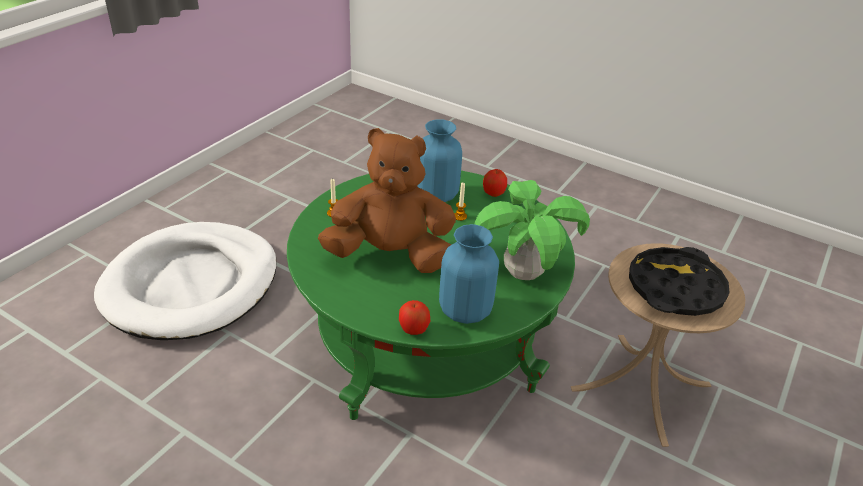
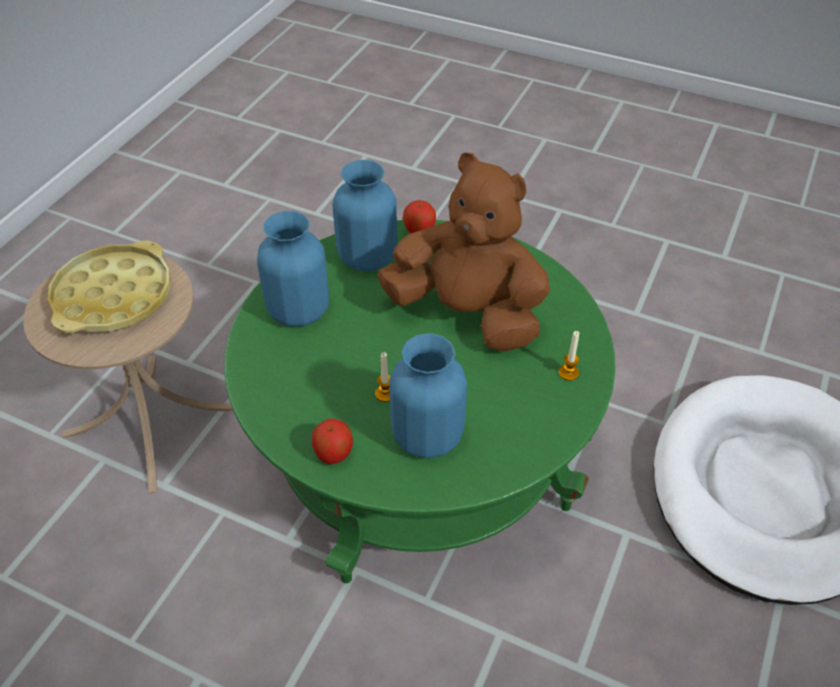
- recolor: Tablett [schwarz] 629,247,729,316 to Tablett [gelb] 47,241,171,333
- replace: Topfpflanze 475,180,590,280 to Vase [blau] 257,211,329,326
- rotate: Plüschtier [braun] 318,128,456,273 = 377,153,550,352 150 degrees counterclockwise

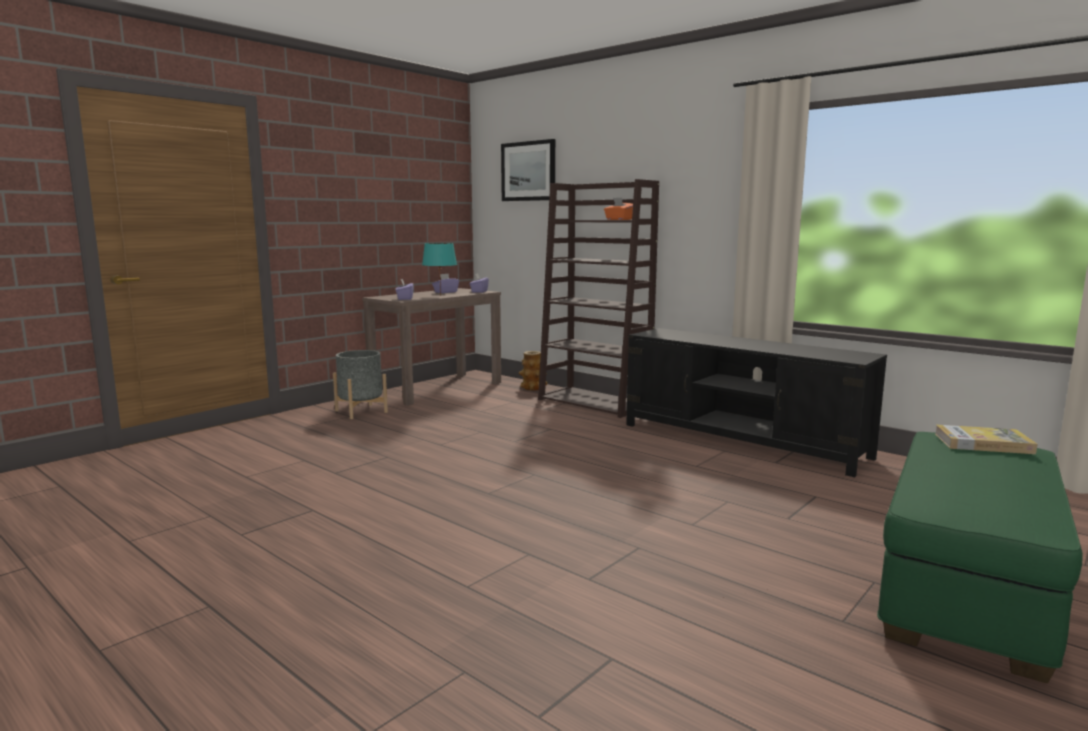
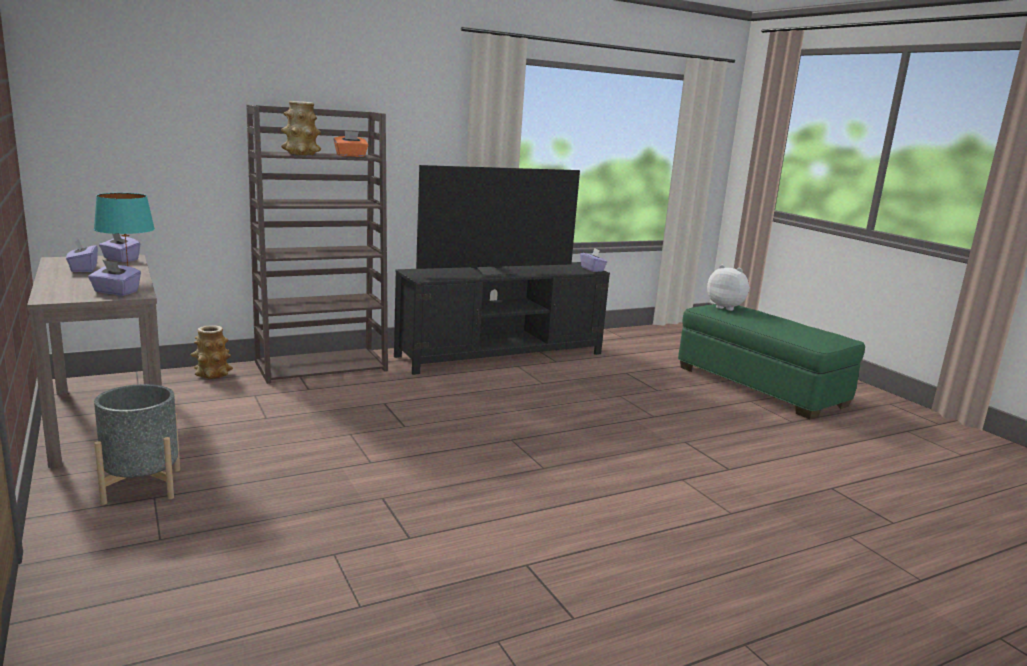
- insert: Vase 281,101,321,155
- insert: Fernseher 416,165,580,275
- insert: Taschentuchbox [lila] 580,248,607,272
- replace: Buch 935,425,1038,454 to Plüschtier 707,265,750,311
- delete: Bild 501,139,555,201

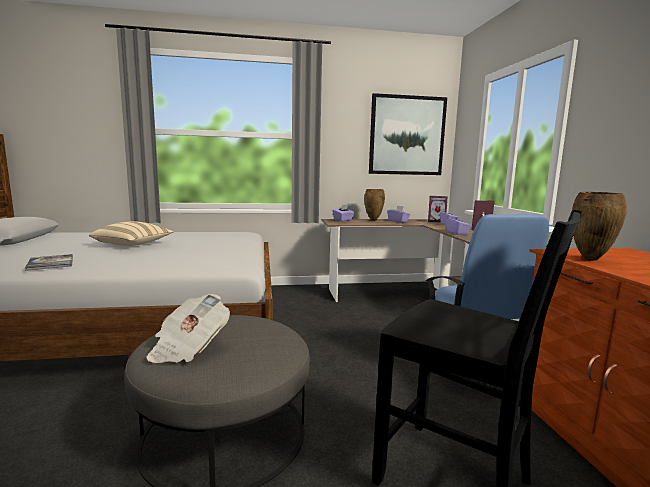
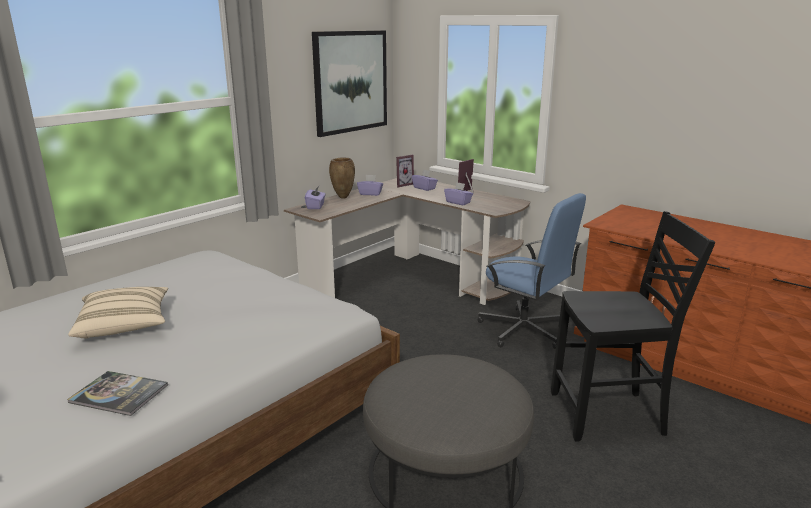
- delete: Zeitung 146,294,230,363
- delete: Vase [braun] 572,192,627,261

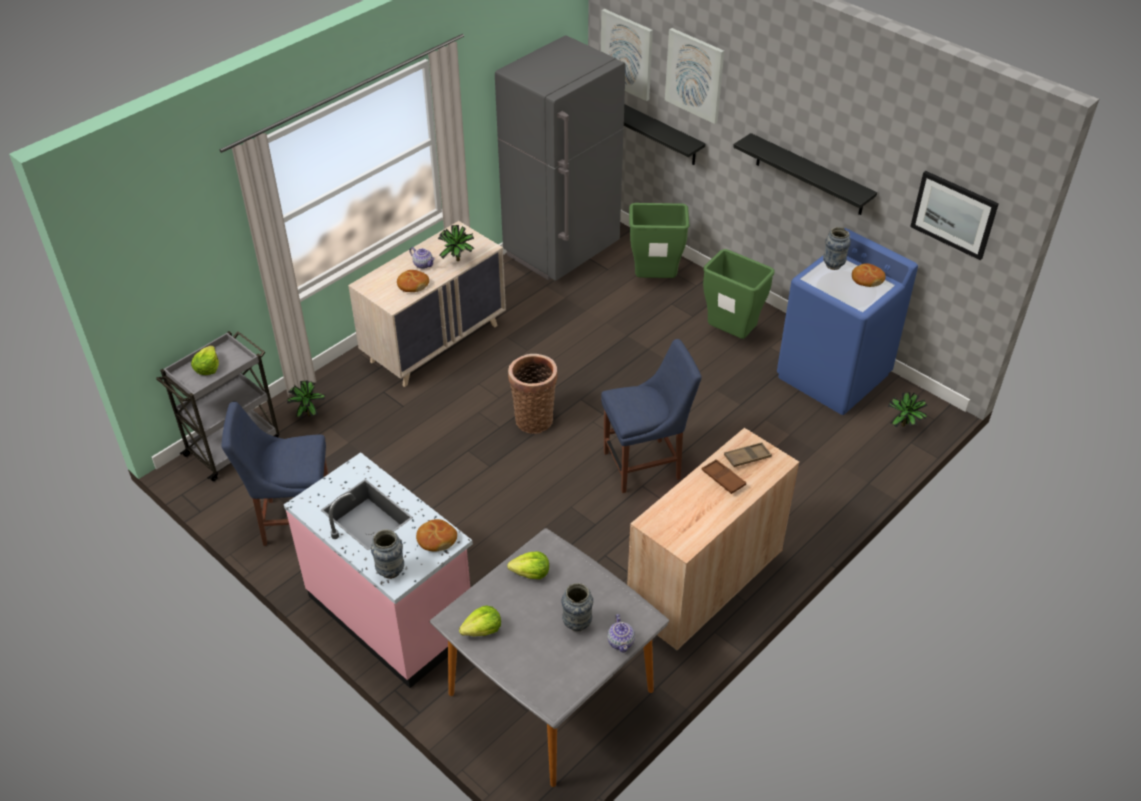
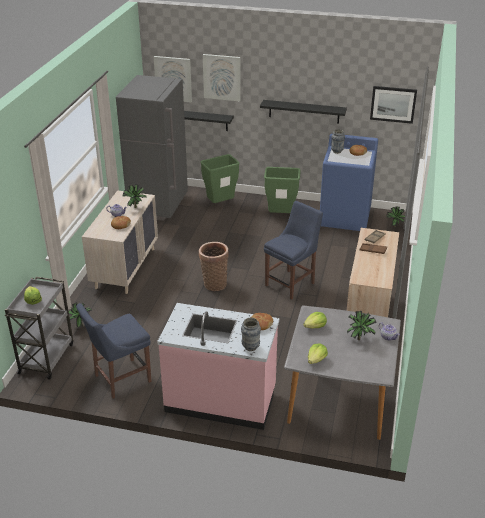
- replace: Vase 562,583,593,632 to Topfpflanze 347,311,377,340

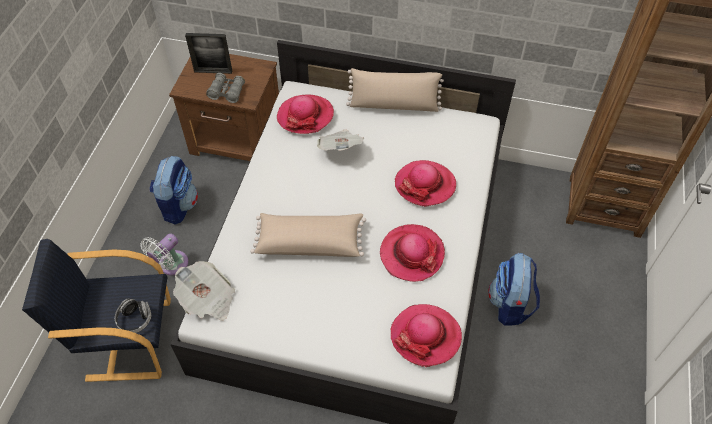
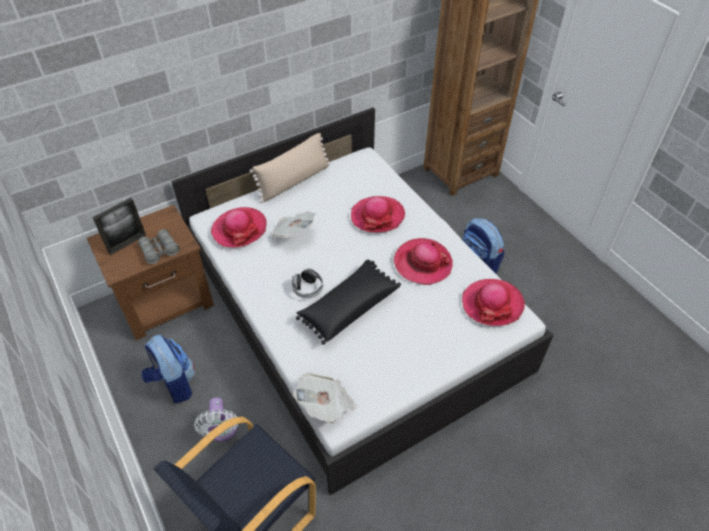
- move: Kopfhörer 115,298,151,333 to 292,268,323,298
- recolor: Kissen [beige] 250,213,366,257 to Kissen [schwarz] 296,260,401,345

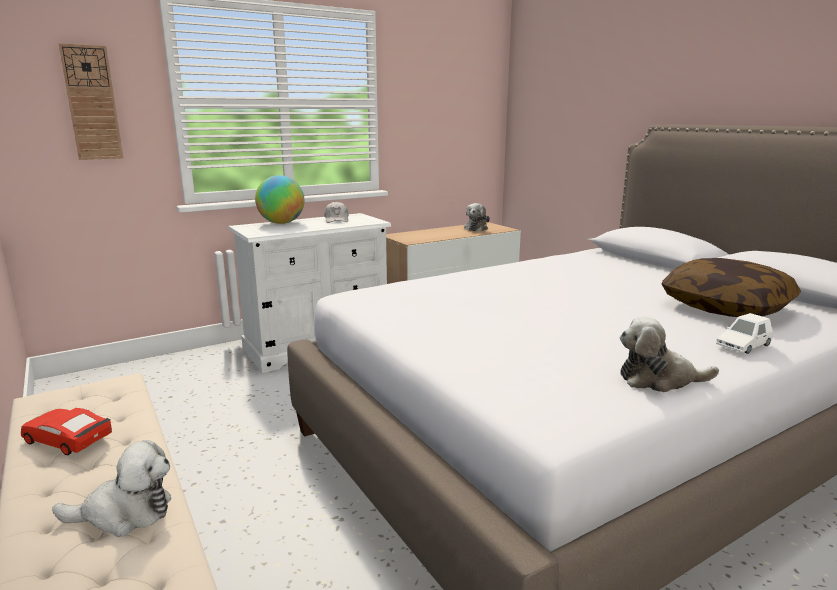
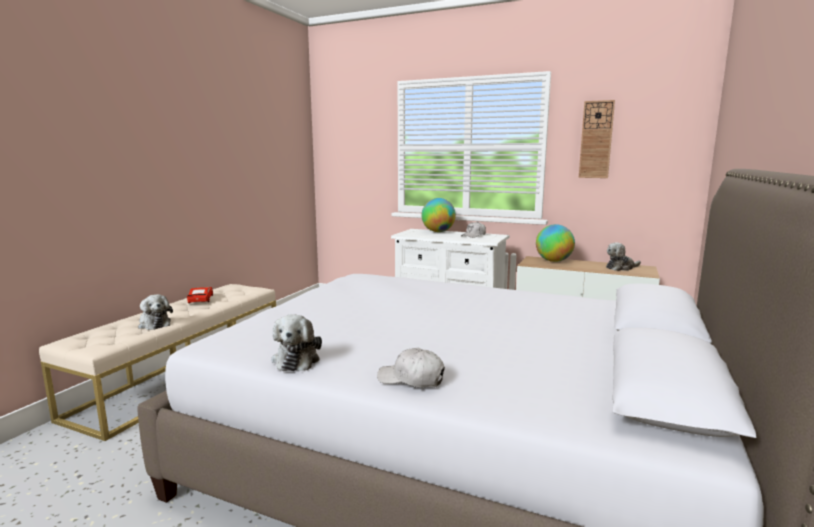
- rotate: Plüschtier 620,317,719,392 = 271,314,322,371 150 degrees counterclockwise
- replace: Spielzeugauto [weiß] 716,313,773,354 to Kappe [weiß] 377,348,445,388
- insert: Globus 536,224,575,262
- move: Wanduhr 59,43,123,160 to 579,100,615,178
- delete: Kissen 662,258,801,317

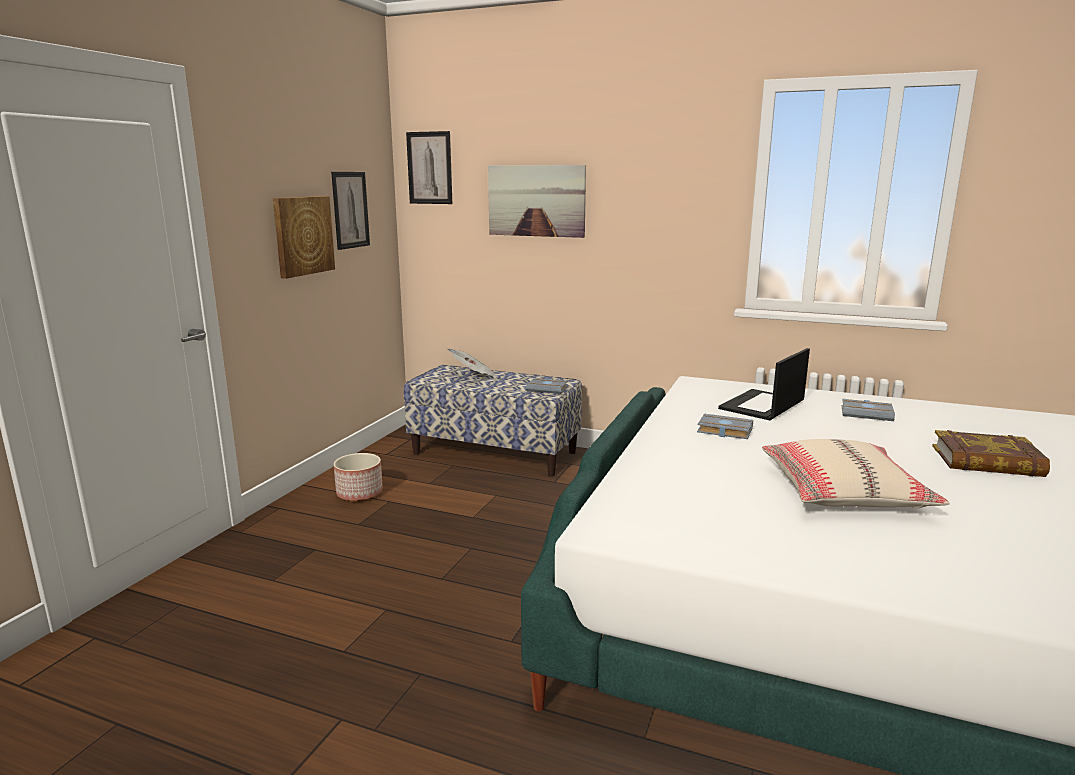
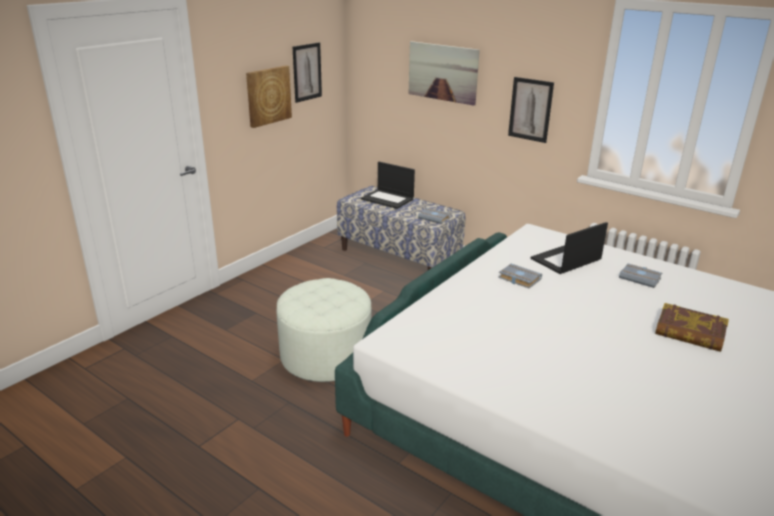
- insert: Polsterhocker [weiß] 277,278,372,382
- replace: Zeitung 446,348,498,377 to Laptop 361,162,415,209
- move: Bild 406,131,452,204 to 508,77,554,143
- delete: Pflanzkübel 334,453,383,502
- delete: Kissen [beige] 762,439,950,508

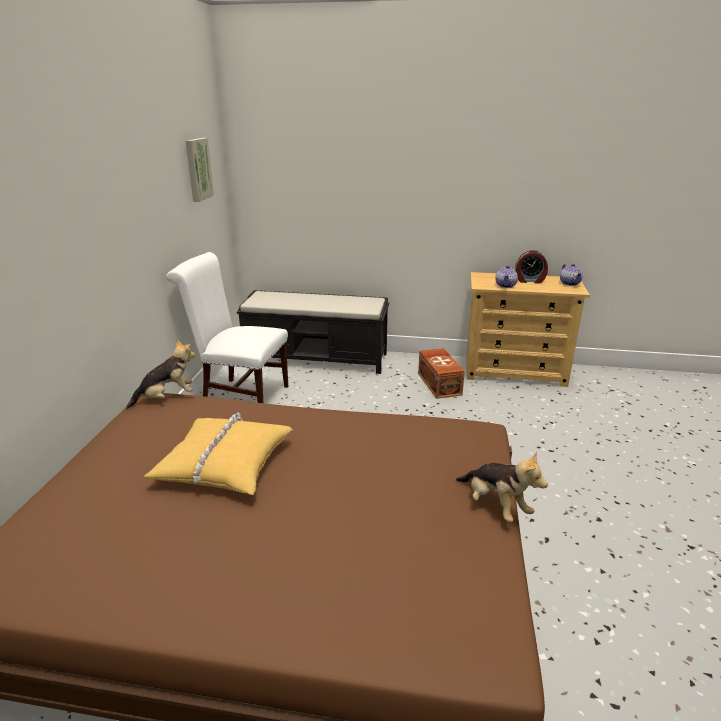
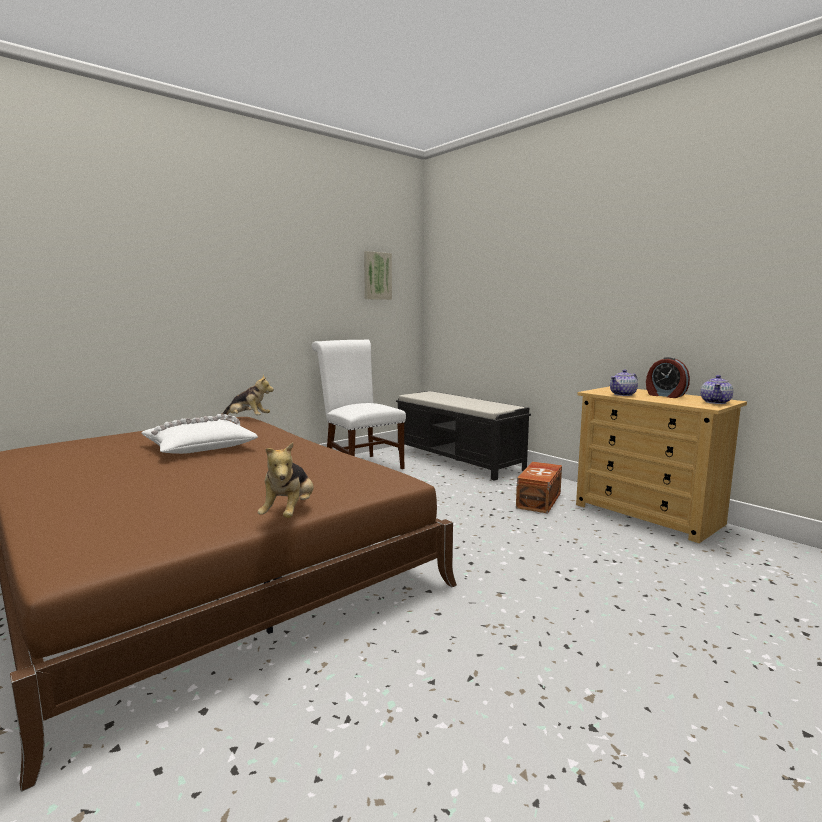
- recolor: Kissen [gelb] 144,413,293,495 to Kissen [weiß] 141,414,258,454

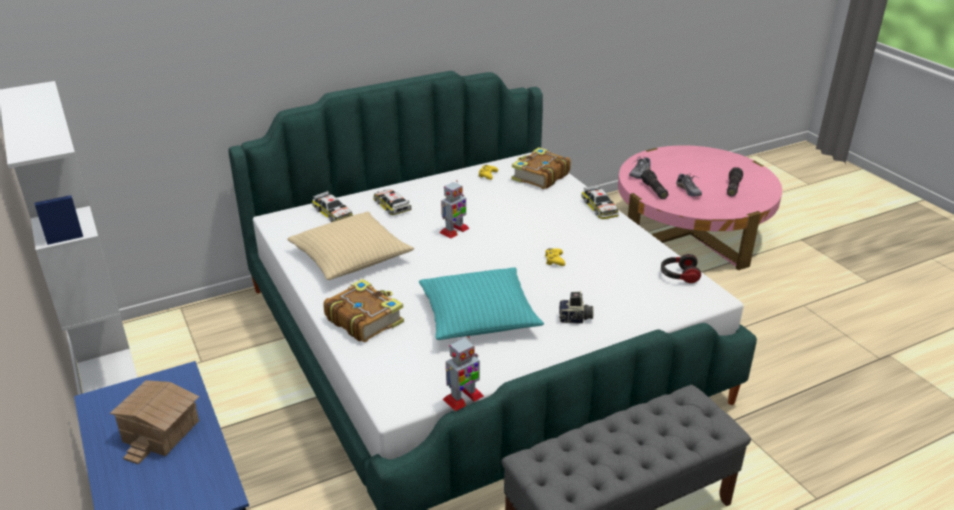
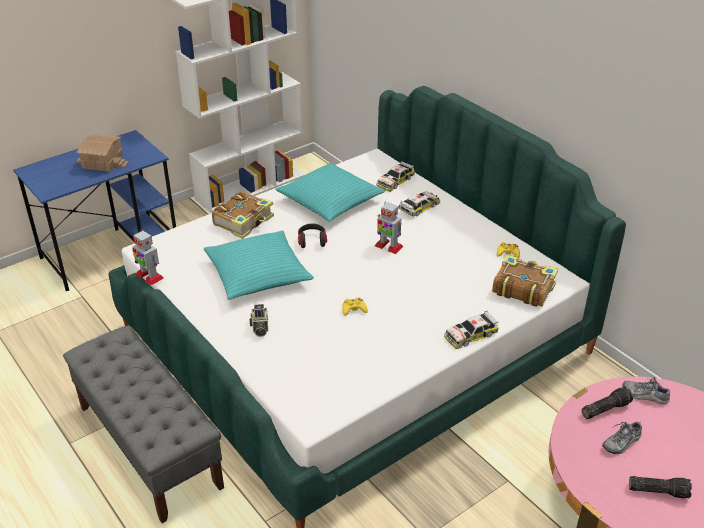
- recolor: Kissen [beige] 287,212,414,280 to Kissen [türkis] 275,163,385,222
- move: Kopfhörer 661,254,701,283 to 298,224,327,248

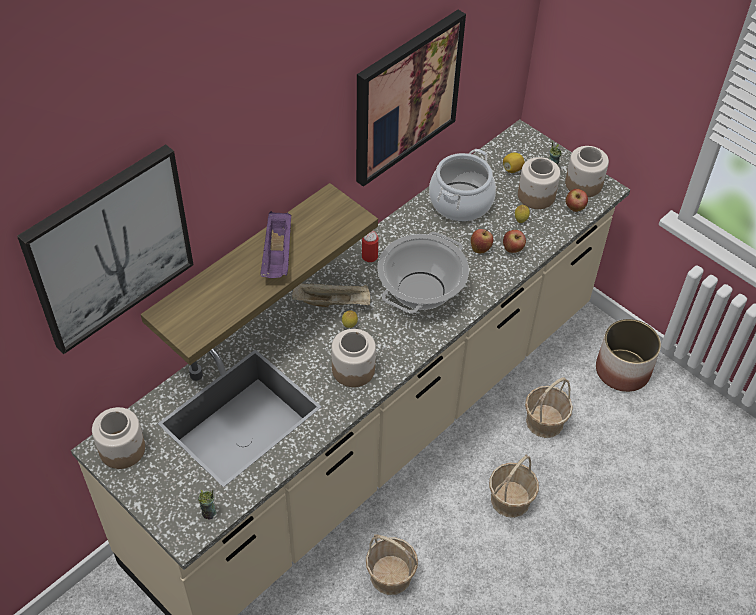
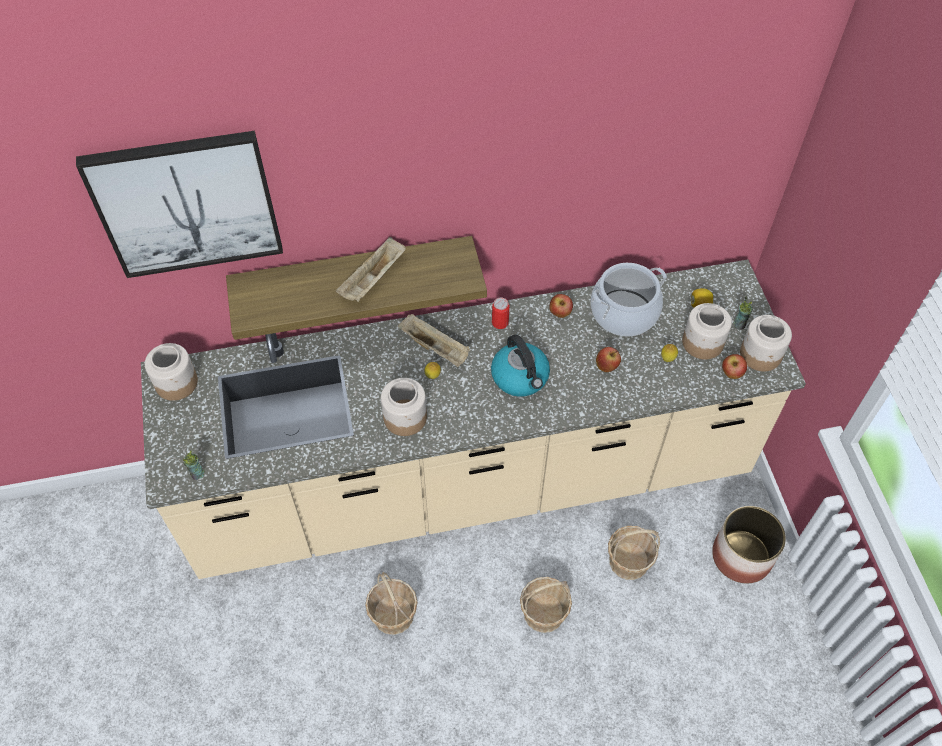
- recolor: Tablett [lila] 260,211,291,278 to Tablett [beige] 336,237,406,302
- replace: Kochtopf 377,232,469,314 to Wasserkessel 491,334,550,397
- move: Apfel 503,230,526,253 to 549,294,573,318
- delete: Bild 356,10,466,187

